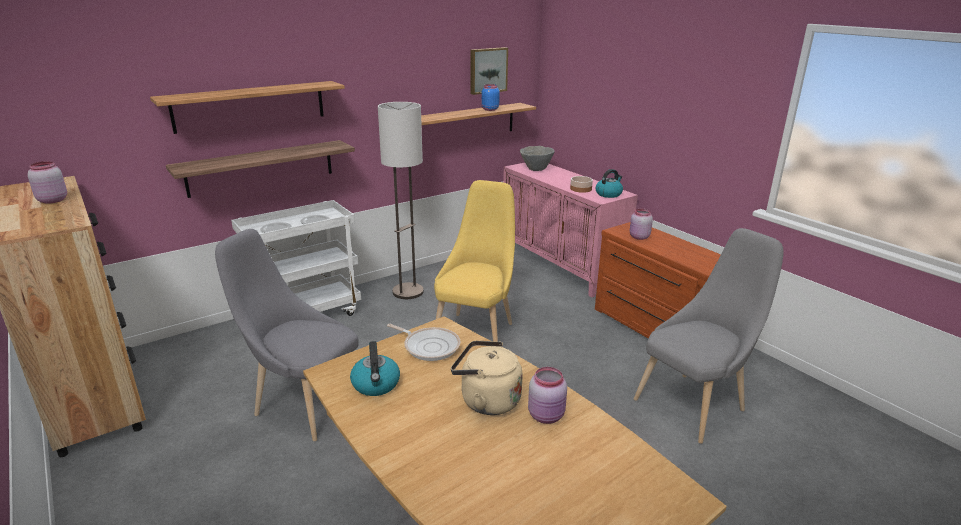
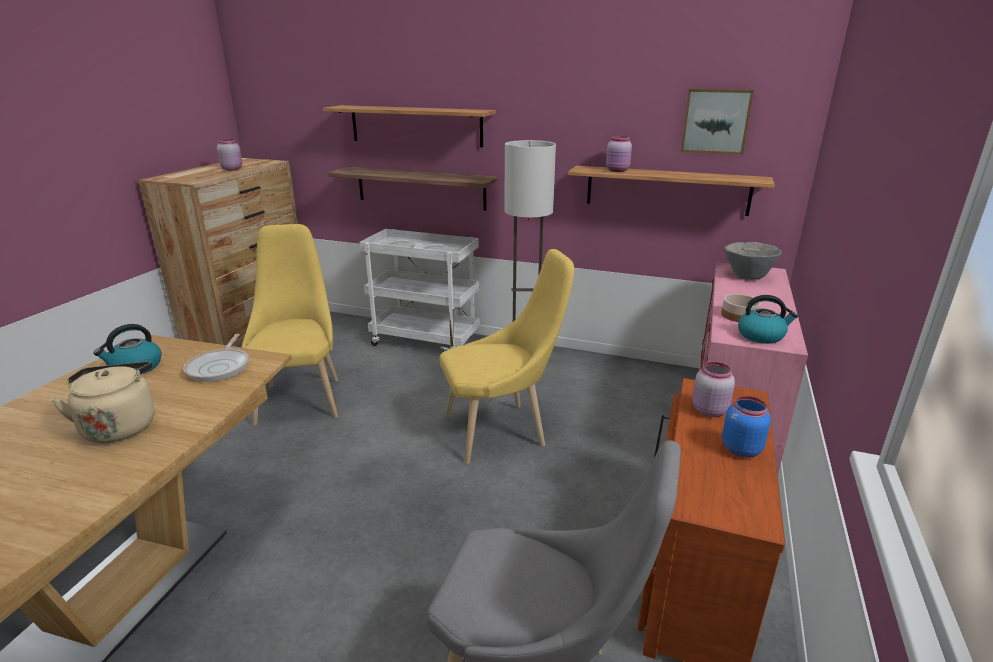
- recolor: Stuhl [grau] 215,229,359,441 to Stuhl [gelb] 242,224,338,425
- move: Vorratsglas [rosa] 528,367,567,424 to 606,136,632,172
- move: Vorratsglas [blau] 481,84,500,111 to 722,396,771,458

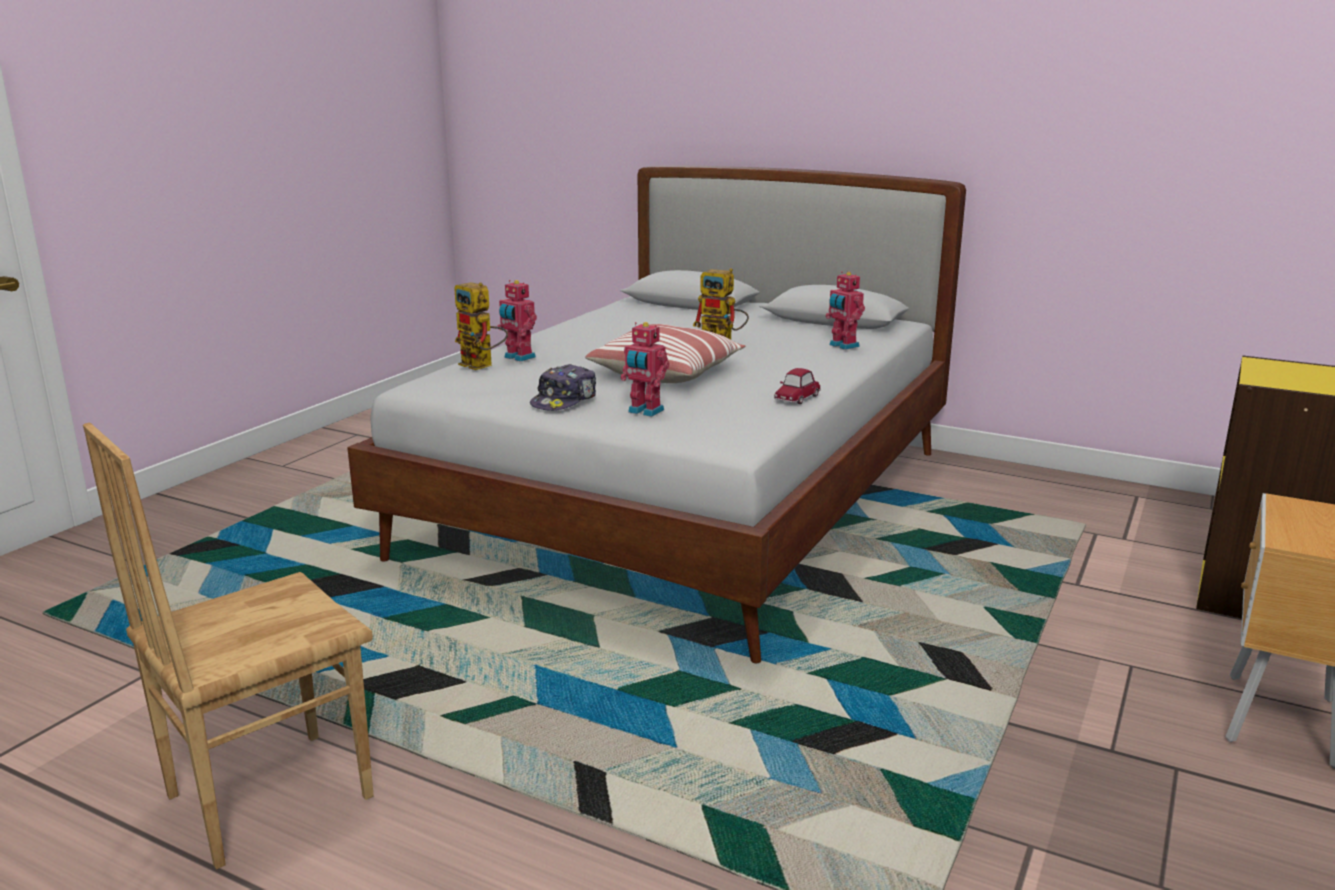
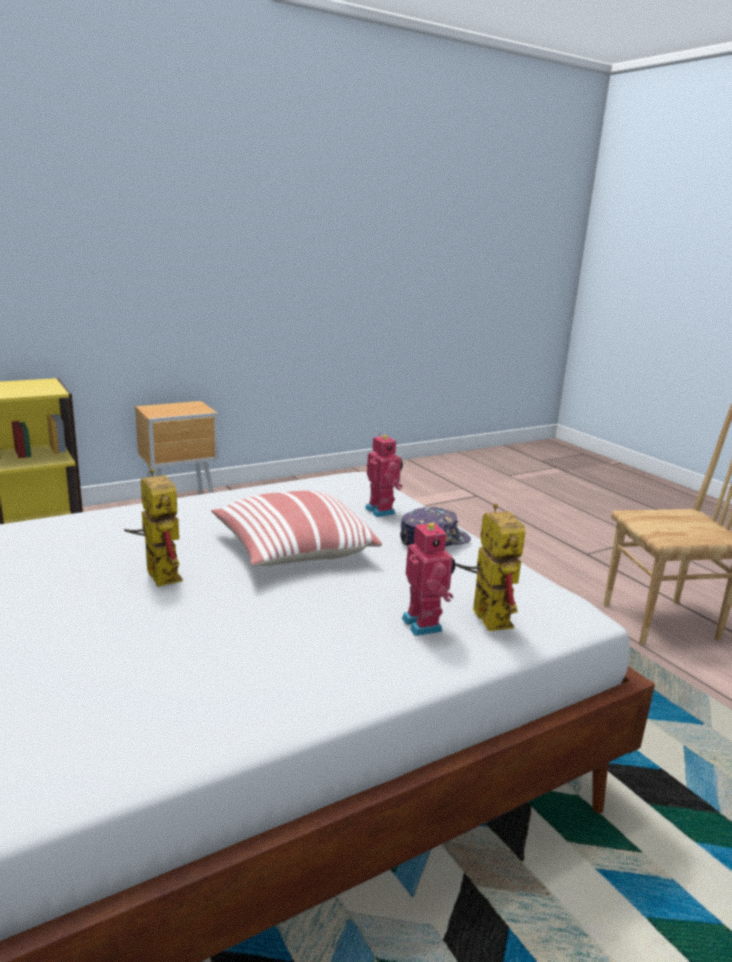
- delete: Spielzeugauto 774,368,821,404
- delete: Spielzeugroboter 825,272,865,350

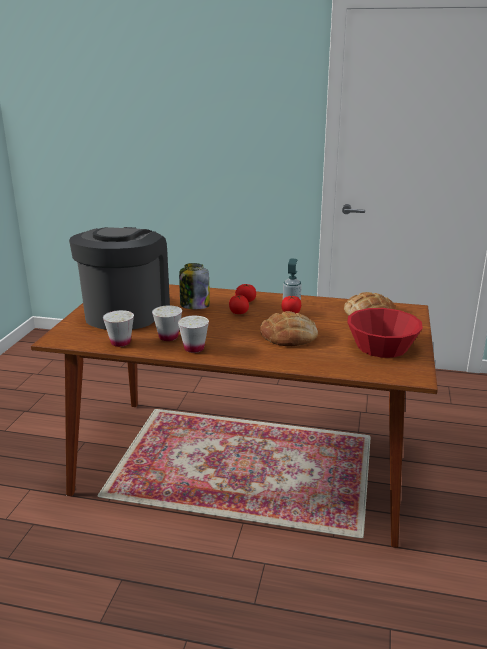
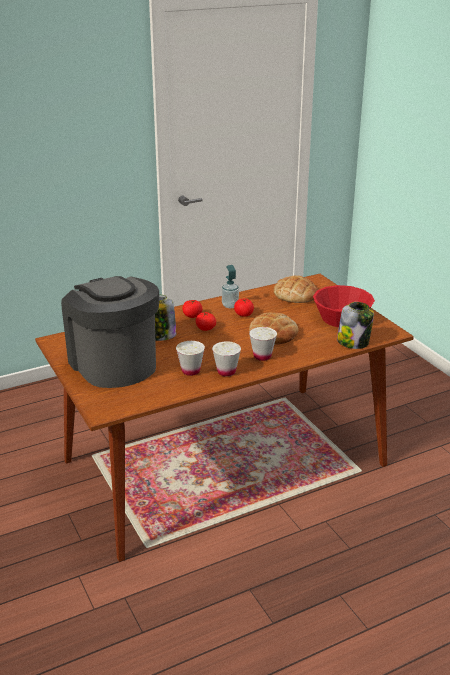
- move: Tasse [weiß] 103,310,134,347 to 249,327,277,361
- insert: Vorratsglas 337,302,374,349

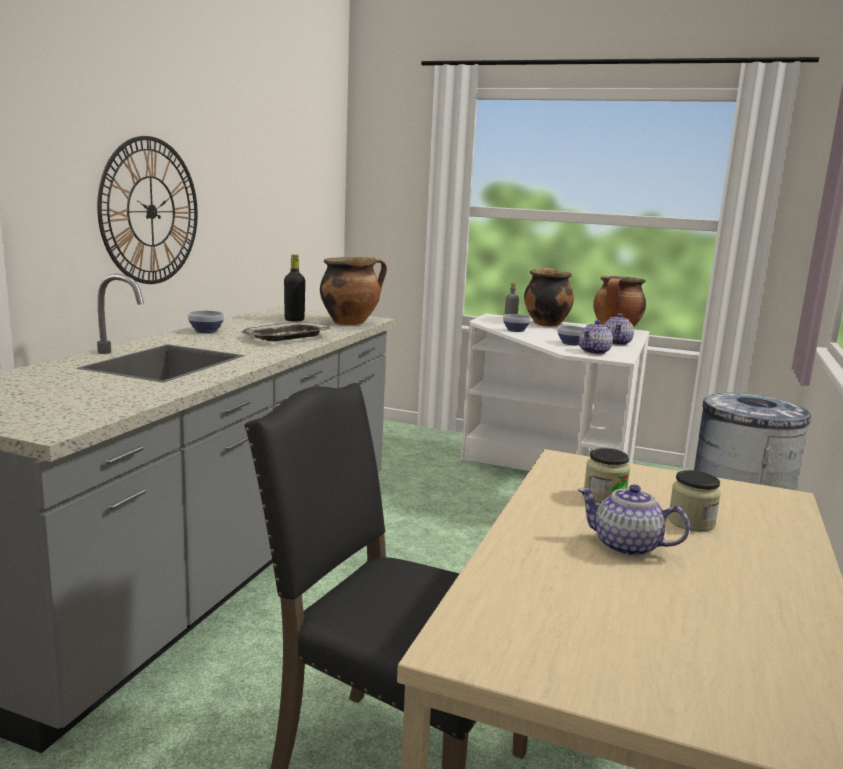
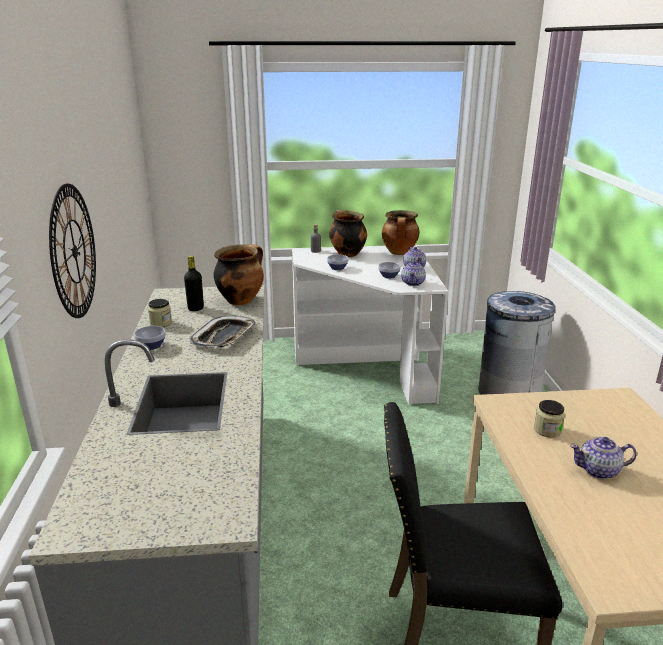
- move: Vorratsglas 668,470,721,532 to 148,299,172,327

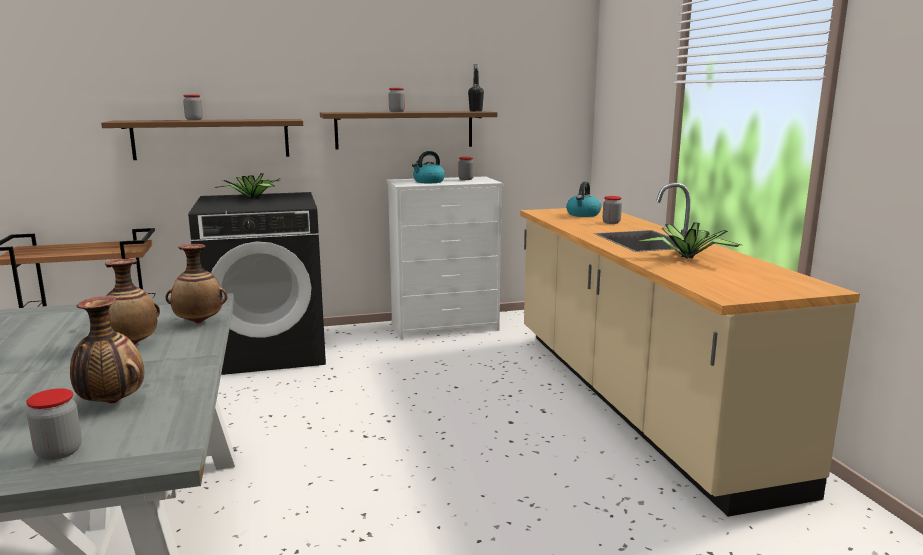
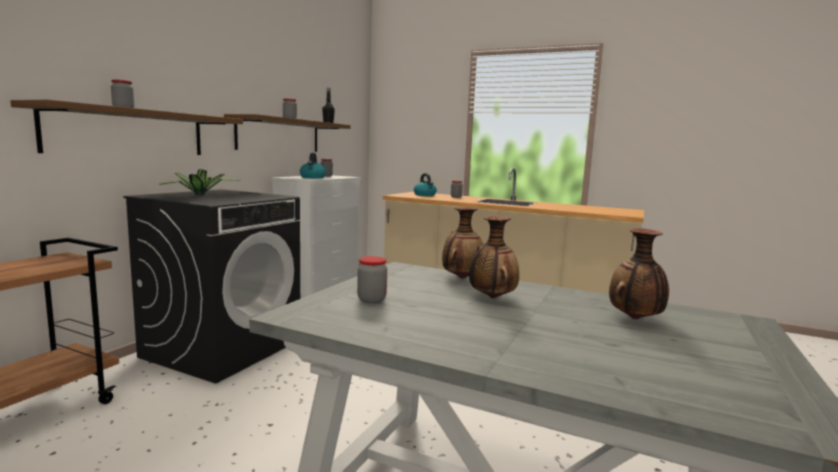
- move: Vorratsglas 26,388,82,460 to 357,256,387,303
- delete: Topfpflanze 637,222,741,259

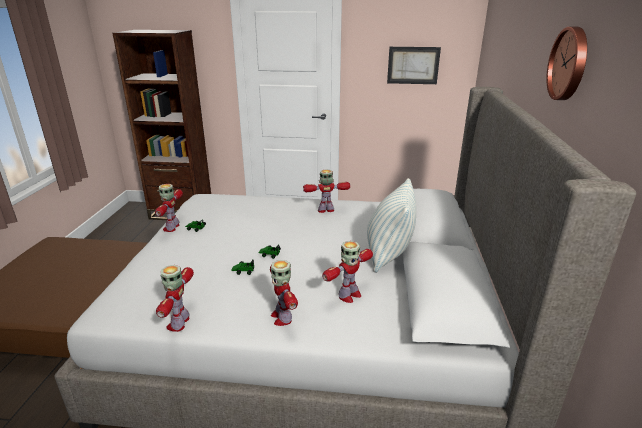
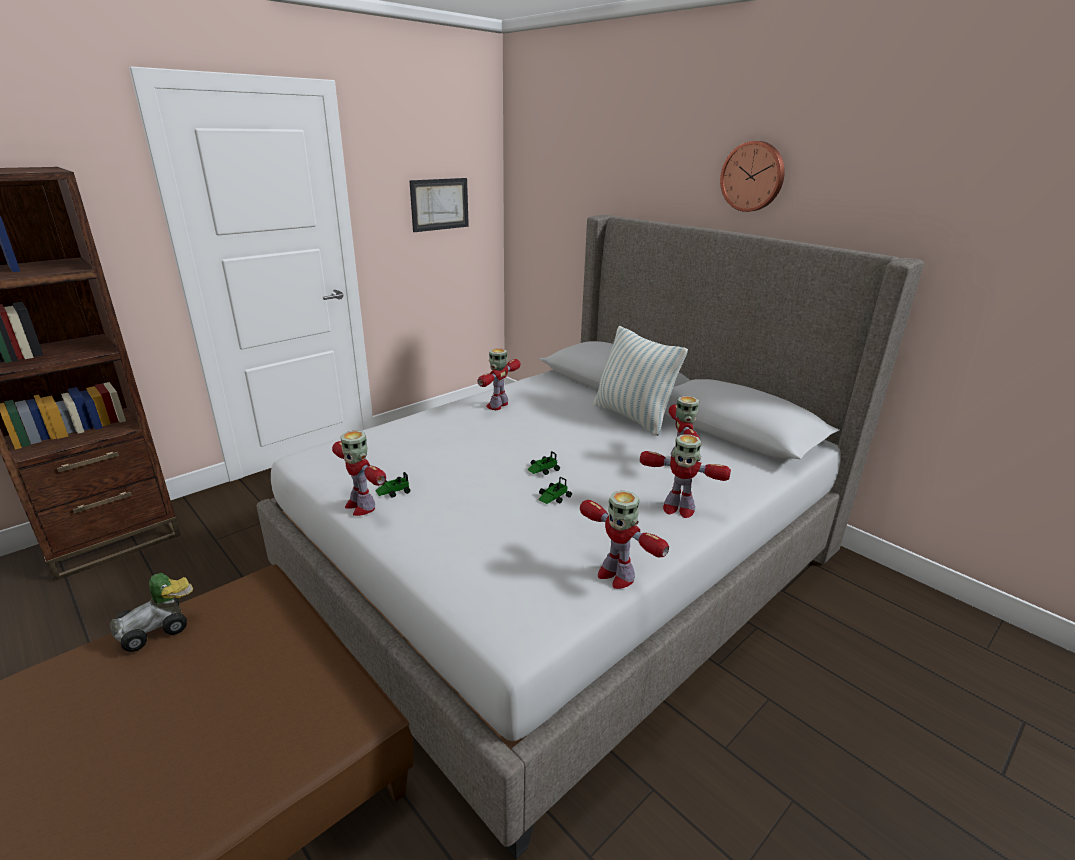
- insert: Spielzeugauto 110,573,193,652

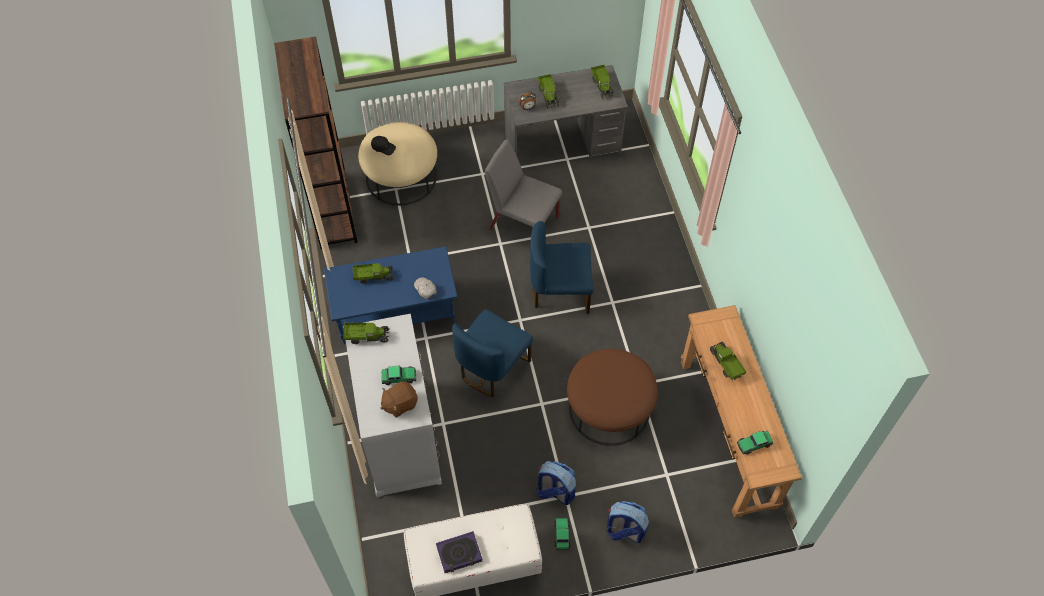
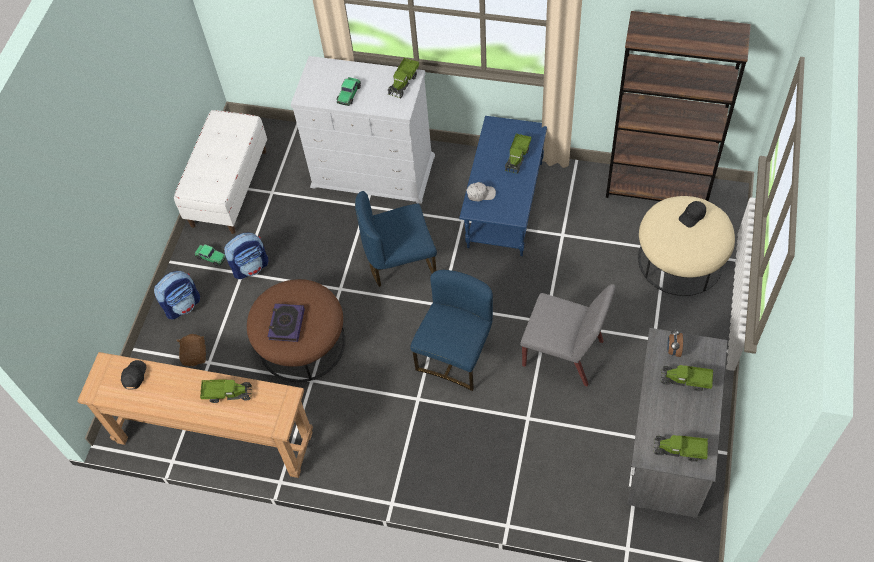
- replace: Spielzeugauto 737,431,773,455 to Kappe [schwarz] 121,360,146,390
- move: Plüschtier [braun] 381,381,418,418 to 177,334,206,366
- move: Buch 436,531,482,573 to 268,303,305,342
- rotate: Stuhl [blau] 452,309,533,397 = 355,191,437,287 75 degrees counterclockwise
- rotate: Stuhl [grau] 485,139,562,230 = 520,284,615,387 60 degrees clockwise

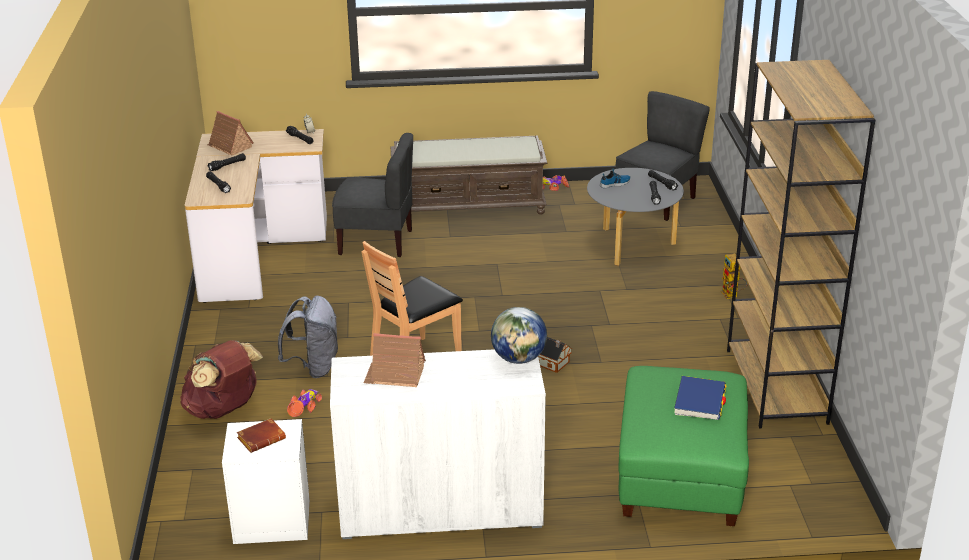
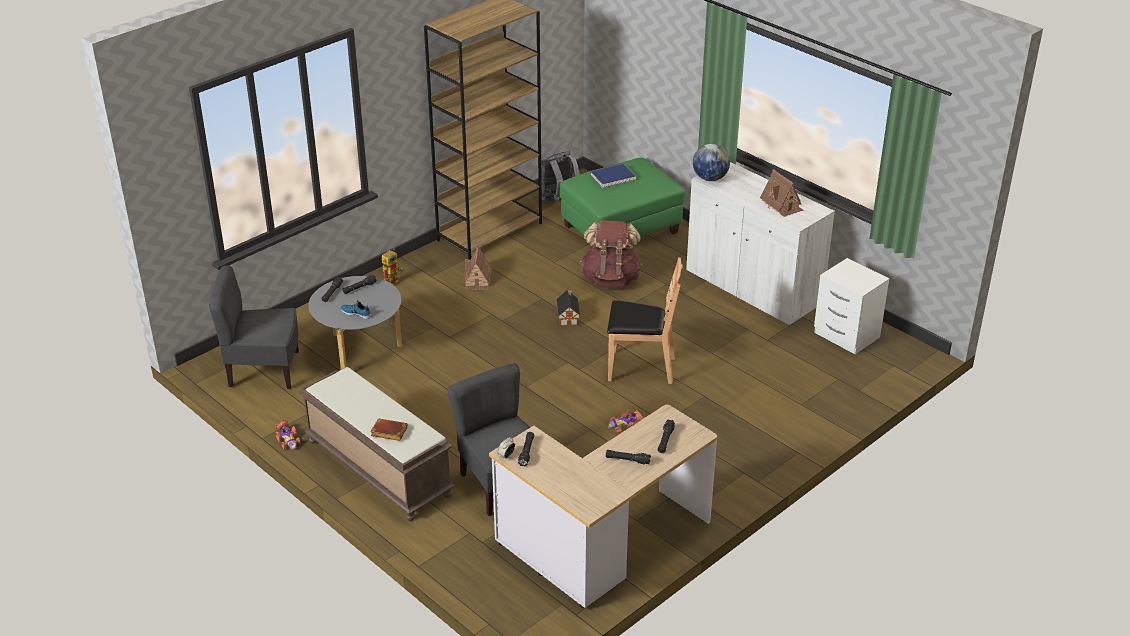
- move: Buch [braun] 237,418,286,453 to 370,418,408,441
- move: Spielzeughaus 207,111,254,156 to 463,245,492,290
- move: Rucksack [grau] 278,296,338,378 to 541,150,580,204
- move: Rucksack [braun] 180,340,263,419 to 580,220,642,288
- move: Spielzeugauto 287,389,322,417 to 607,410,644,433

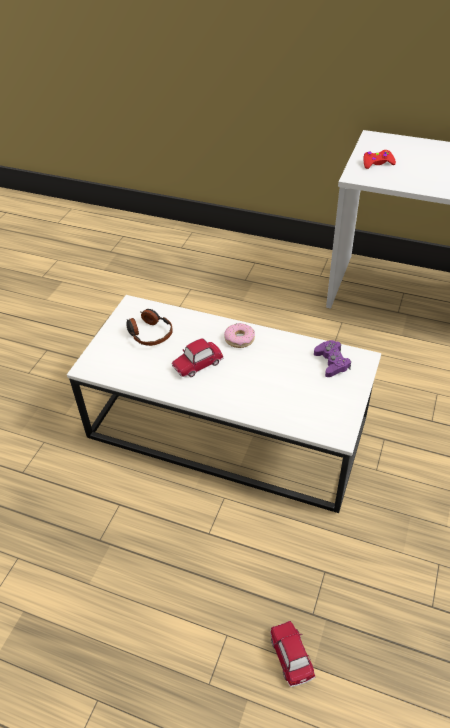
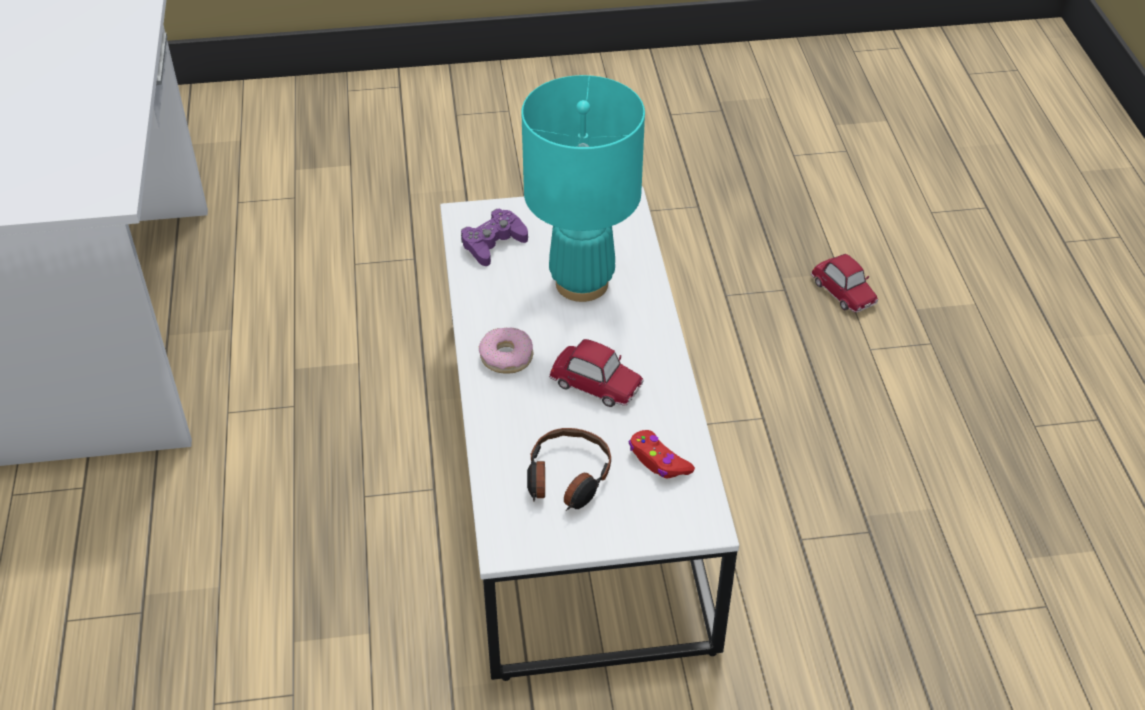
- insert: Tischlampe [türkis] 521,75,645,302
- move: Gamepad [rot] 363,150,396,169 to 628,430,695,478
- rotate: Spielzeugauto 270,621,315,687 = 811,254,878,313 75 degrees counterclockwise

